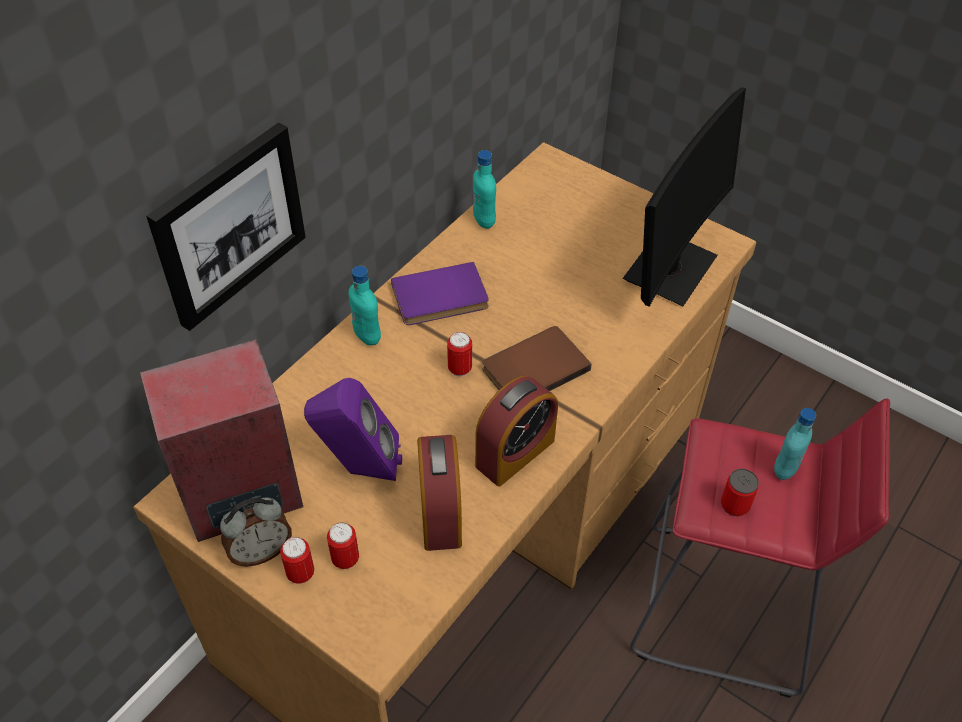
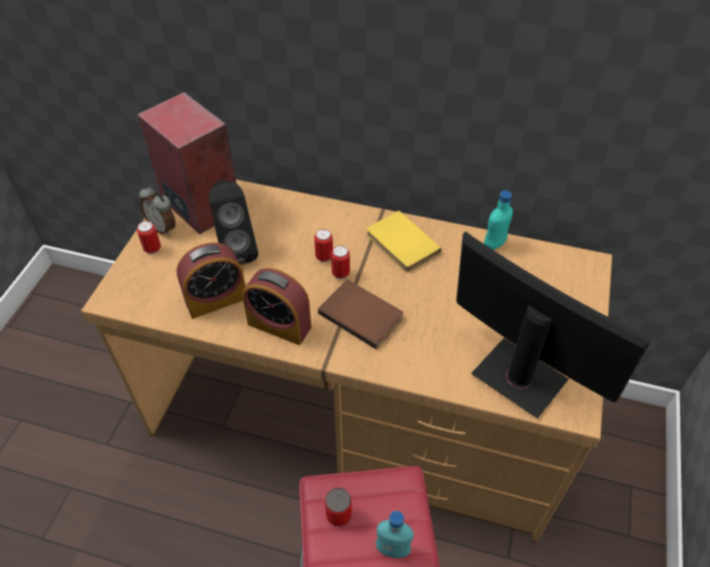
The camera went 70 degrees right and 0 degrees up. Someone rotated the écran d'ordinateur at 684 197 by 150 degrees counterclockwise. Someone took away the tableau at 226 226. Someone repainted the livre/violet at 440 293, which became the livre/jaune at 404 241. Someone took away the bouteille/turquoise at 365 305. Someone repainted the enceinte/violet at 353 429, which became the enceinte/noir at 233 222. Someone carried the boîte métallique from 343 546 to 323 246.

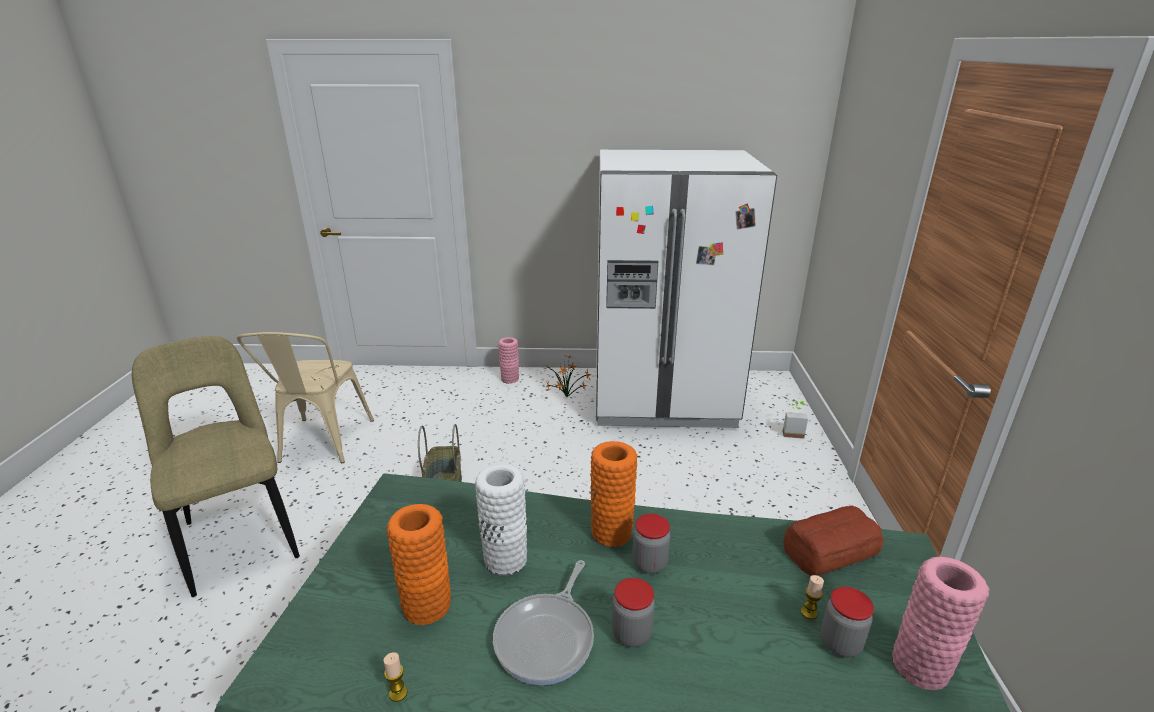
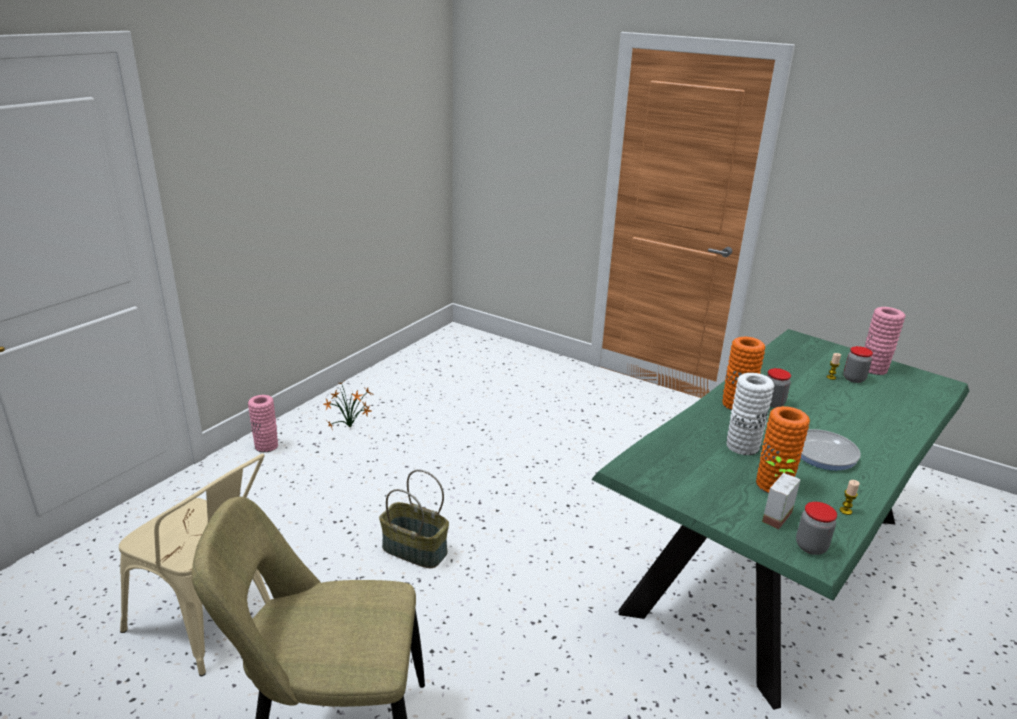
The camera went 60 degrees left and 0 degrees up. Someone took away the réfrigérateur/blanc at 686 289. Someone carried the plante en pot from 795 420 to 781 492. Someone took away the pain at 833 540. Someone carried the bocal from 633 612 to 816 528.

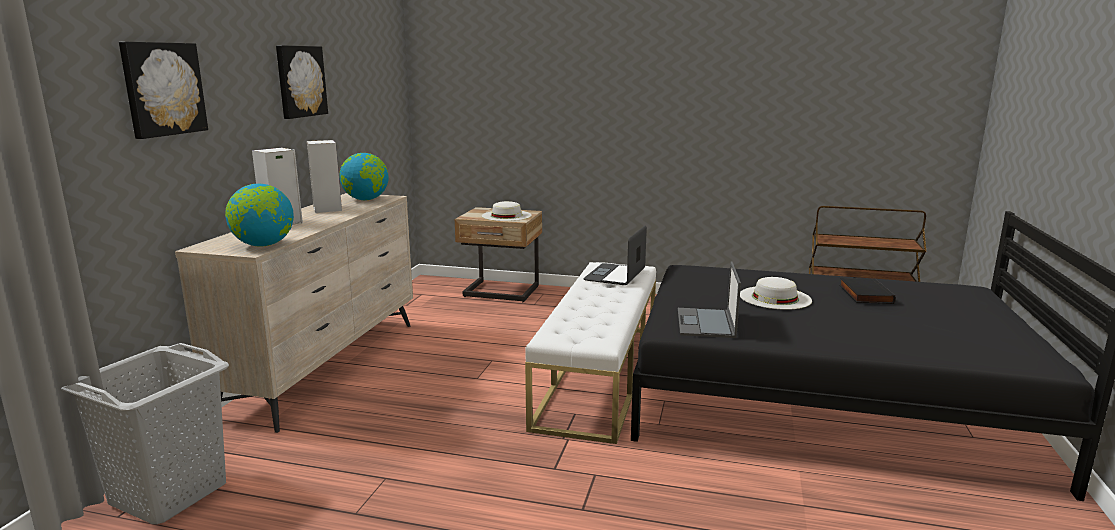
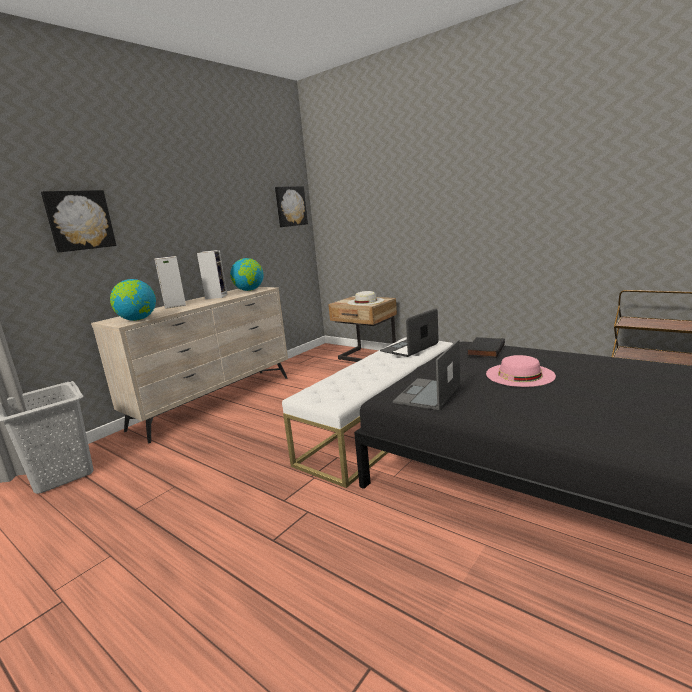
The camera went 25 degrees right and 0 degrees up. Someone carried the tableau from 302 82 to 291 206. Someone repainted the chapeau/blanc at 776 293, which became the chapeau/rose at 521 371. Someone carried the livre/noir from 867 291 to 485 347.

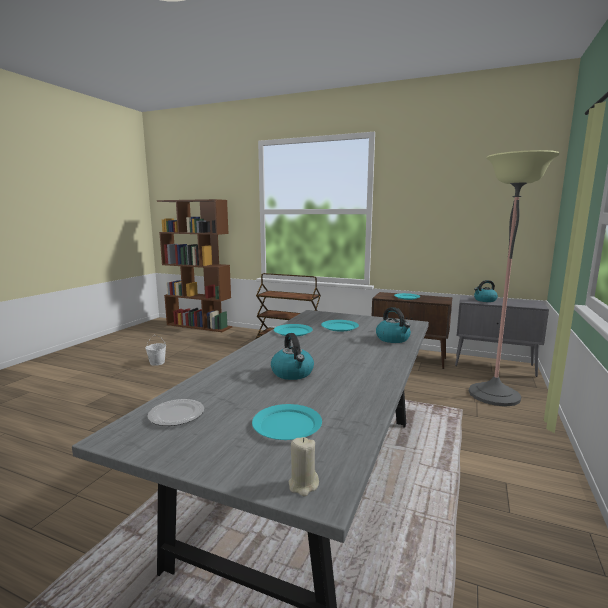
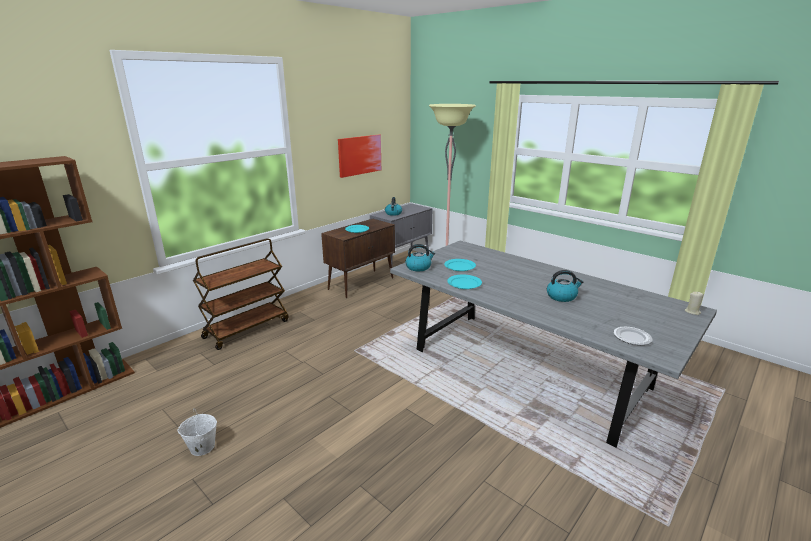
The camera went 70 degrees left and 10 degrees up. Someone carried the bouilloire from 393 325 to 420 257. Someone took away the assiette/turquoise at 287 422. Someone put up the tableau at 359 156.

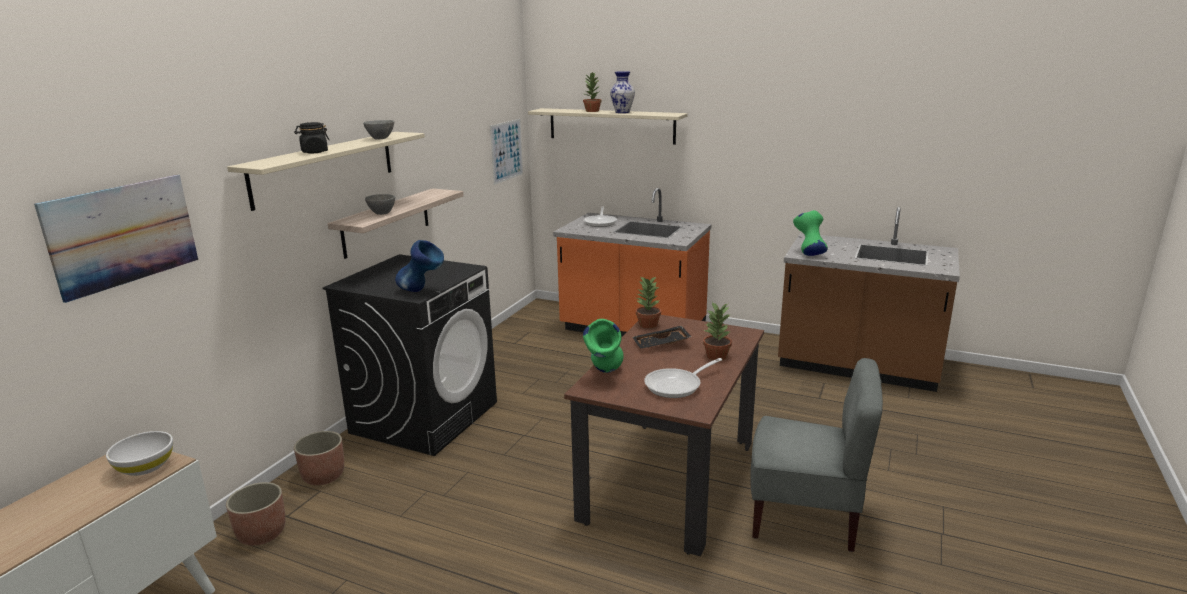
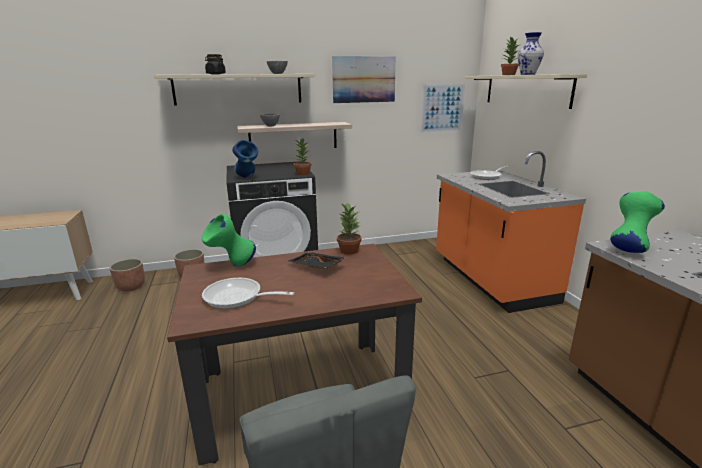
The camera went 50 degrees right and 0 degrees up. Someone carried the tableau from 116 239 to 364 79. Someone carried the plante en pot from 717 331 to 303 157. Someone took away the bol/blanc at 139 453.

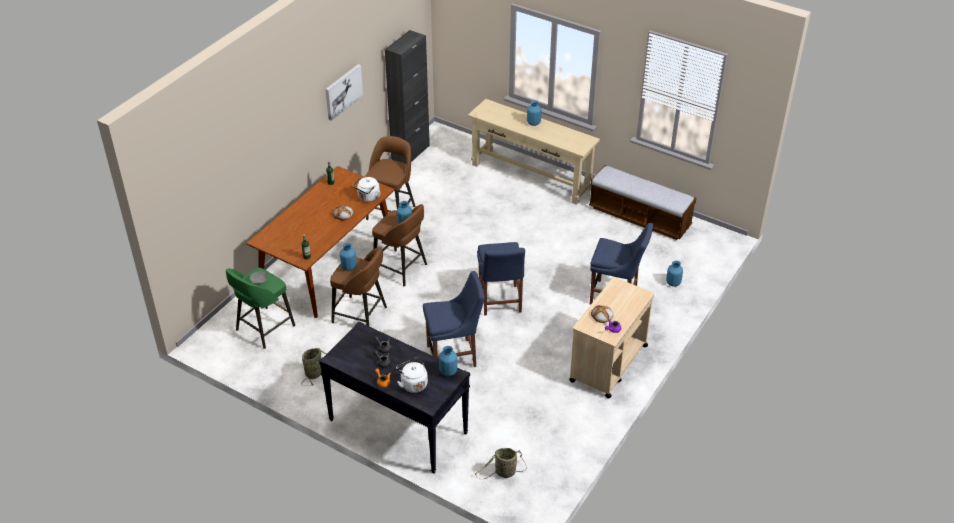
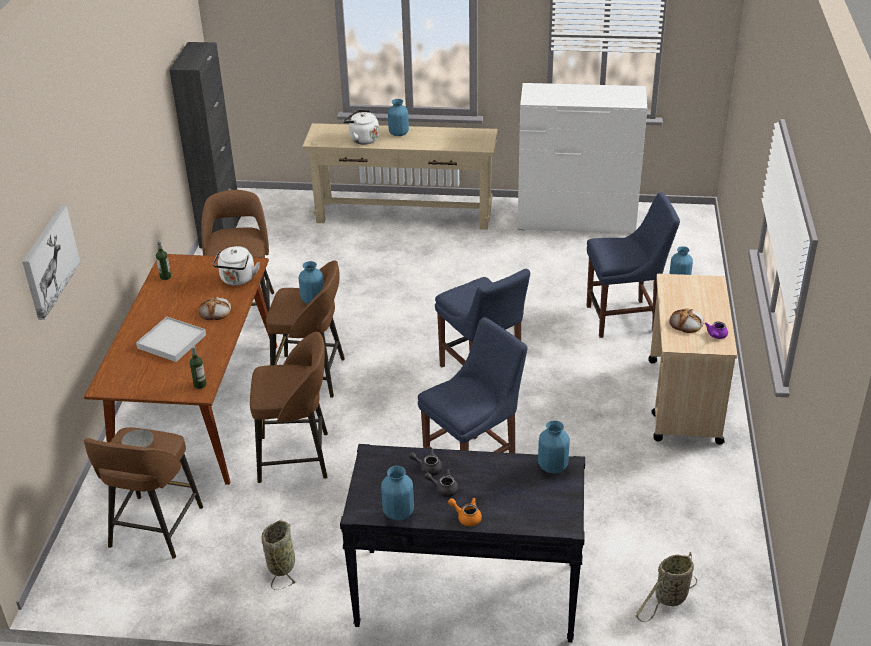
The camera went 25 degrees left and 5 degrees down. Someone carried the tableau from 344 92 to 51 263. Someone swapped the banc at 642 202 for the commode/blanc at 582 158. Someone carried the vase/bleu from 348 257 to 397 493. Someone repainted the tabouret/vert at 260 308, which became the tabouret/marron at 143 493. Someone carried the bouilloire/blanc from 412 375 to 361 127. Someone put down the plateau/blanc at 171 339.

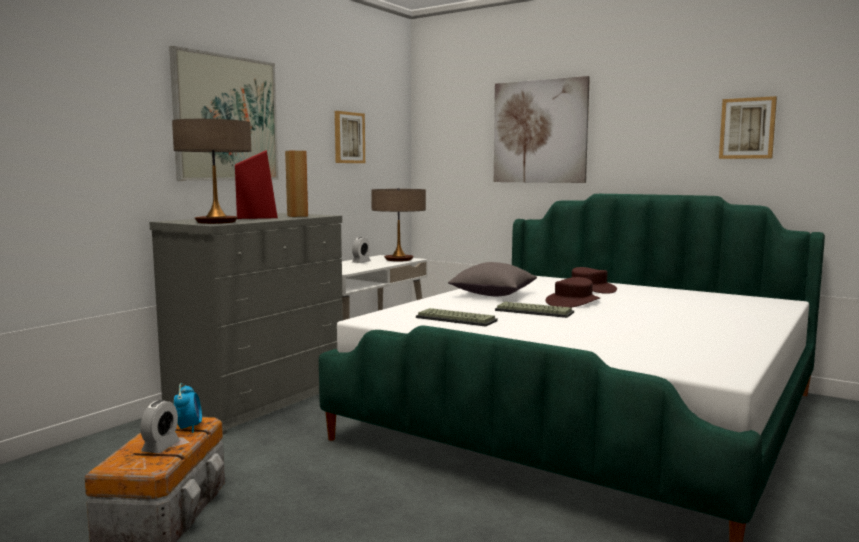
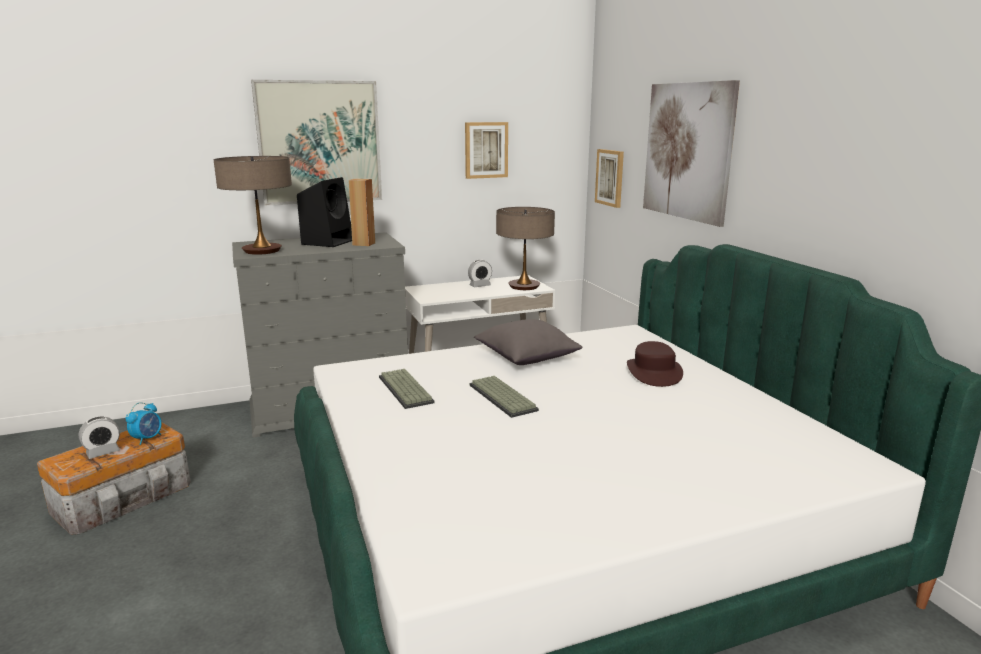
The camera went 35 degrees right and 10 degrees up. Someone carried the tableau from 748 127 to 609 178. Someone repainted the enceinte/rouge at 256 184, which became the enceinte/noir at 324 212. Someone took away the chapeau/marron at 573 292.

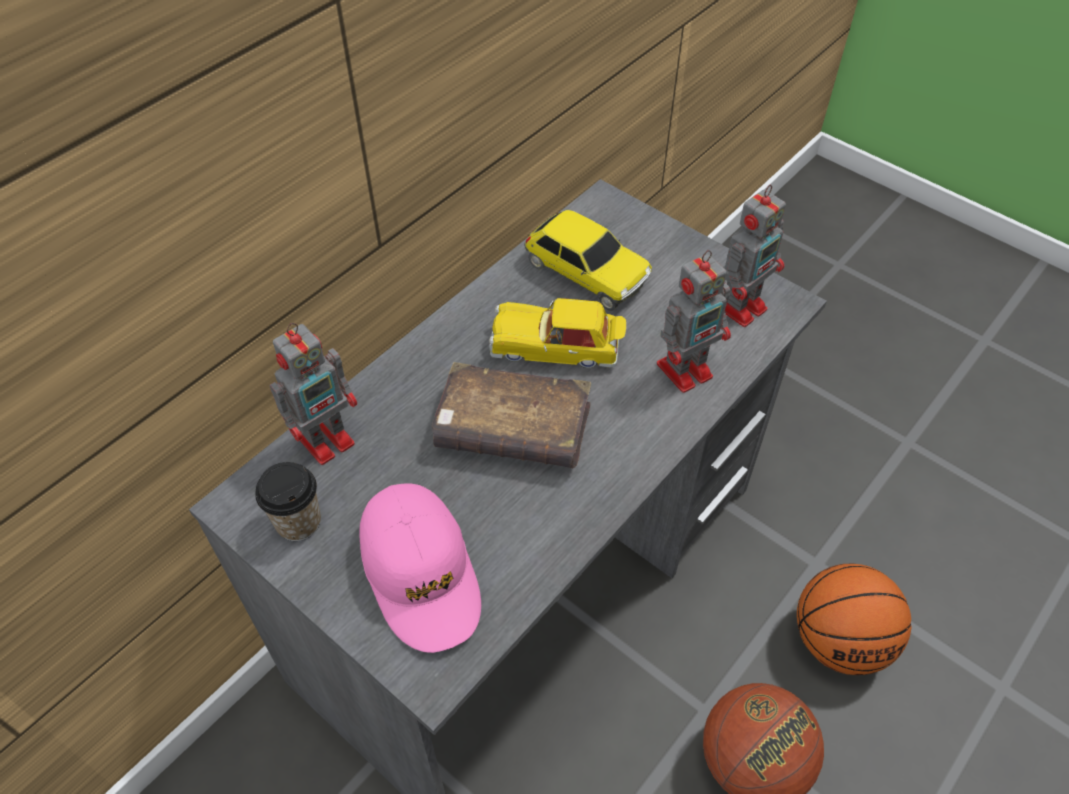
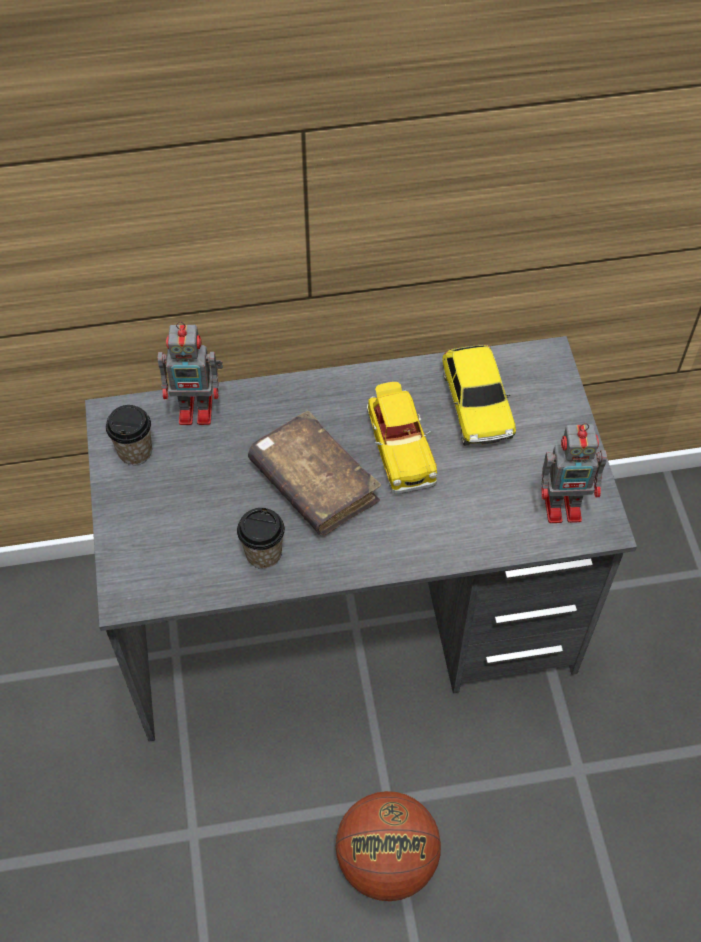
The camera went 40 degrees right and 5 degrees up. Someone took away the robot jouet at 694 321. Someone rotated the petite voiture at 557 333 by 150 degrees counterclockwise. Someone took away the casquette/rose at 420 568. Someone took away the ballon de basket at 854 619. Someone put down the tasse at 261 538.

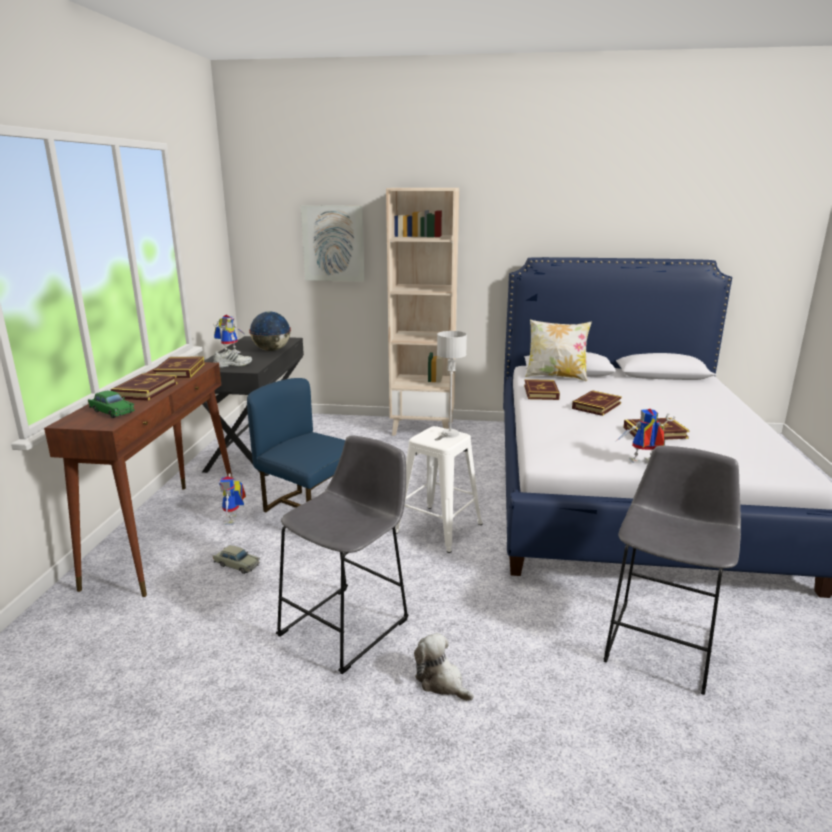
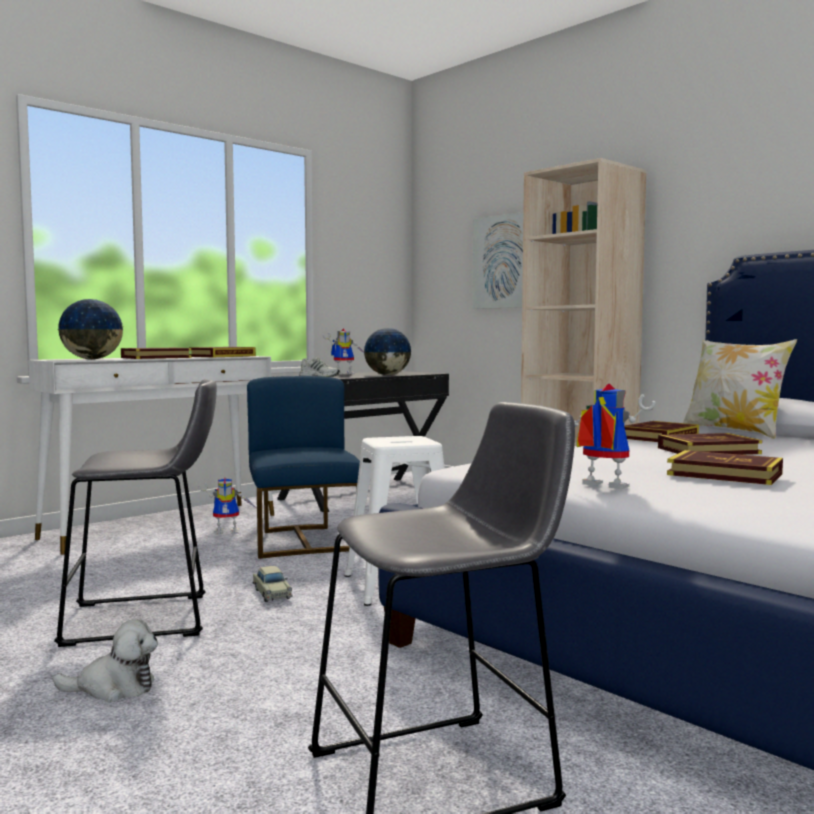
The camera went 40 degrees right and 15 degrees down. Someone took away the lampe de table/gris at 452 384. Someone repainted the table console/marron at 138 479, which became the table console/blanc at 151 455. Someone swapped the petite voiture/vert at 111 404 for the globe at 91 329. Someone rotated the robot jouet at 232 499 by 135 degrees counterclockwise. Someone carried the petite voiture/beige from 236 559 to 273 584. Someone rotated the peluche at 444 667 by 90 degrees clockwise.

